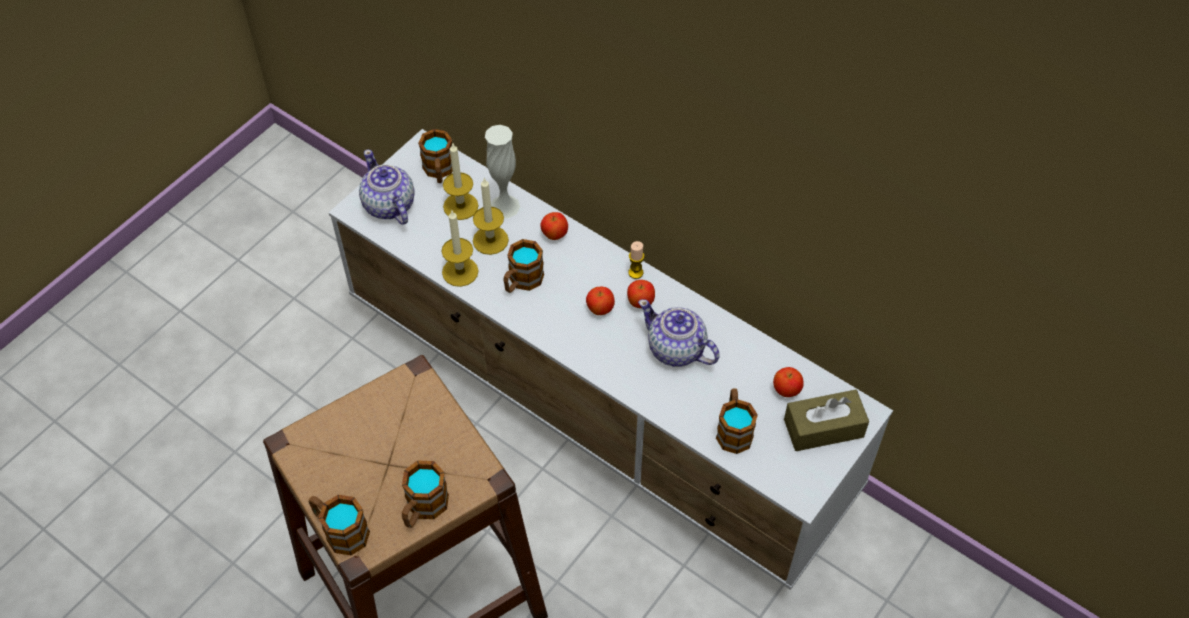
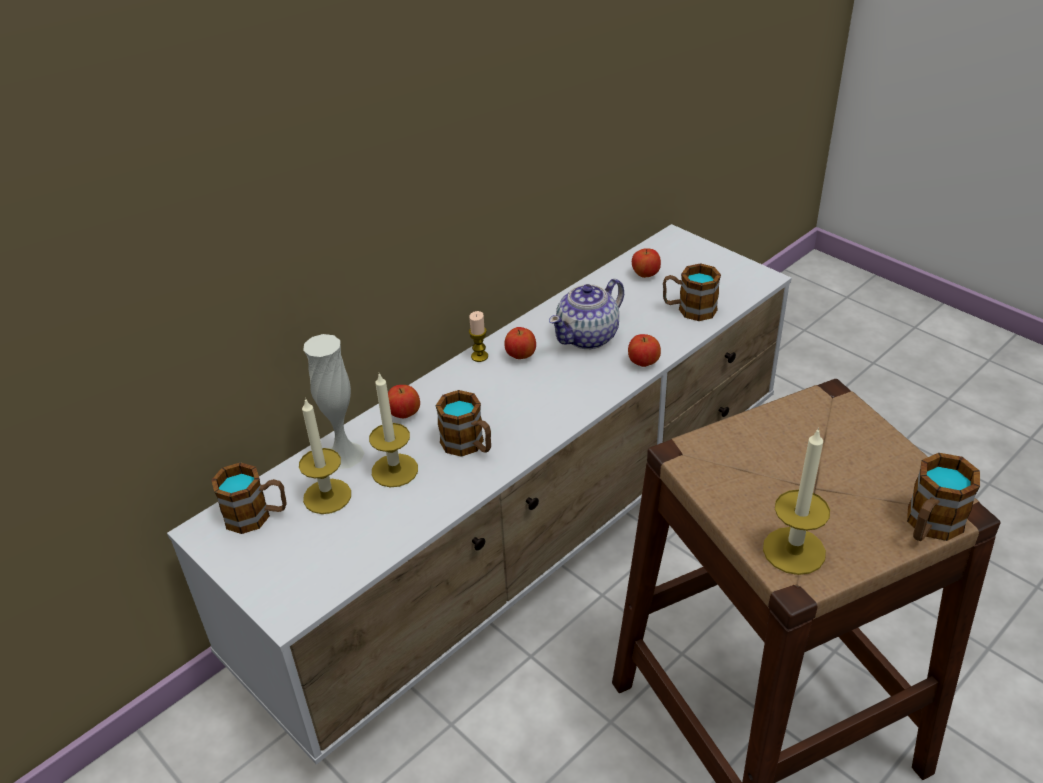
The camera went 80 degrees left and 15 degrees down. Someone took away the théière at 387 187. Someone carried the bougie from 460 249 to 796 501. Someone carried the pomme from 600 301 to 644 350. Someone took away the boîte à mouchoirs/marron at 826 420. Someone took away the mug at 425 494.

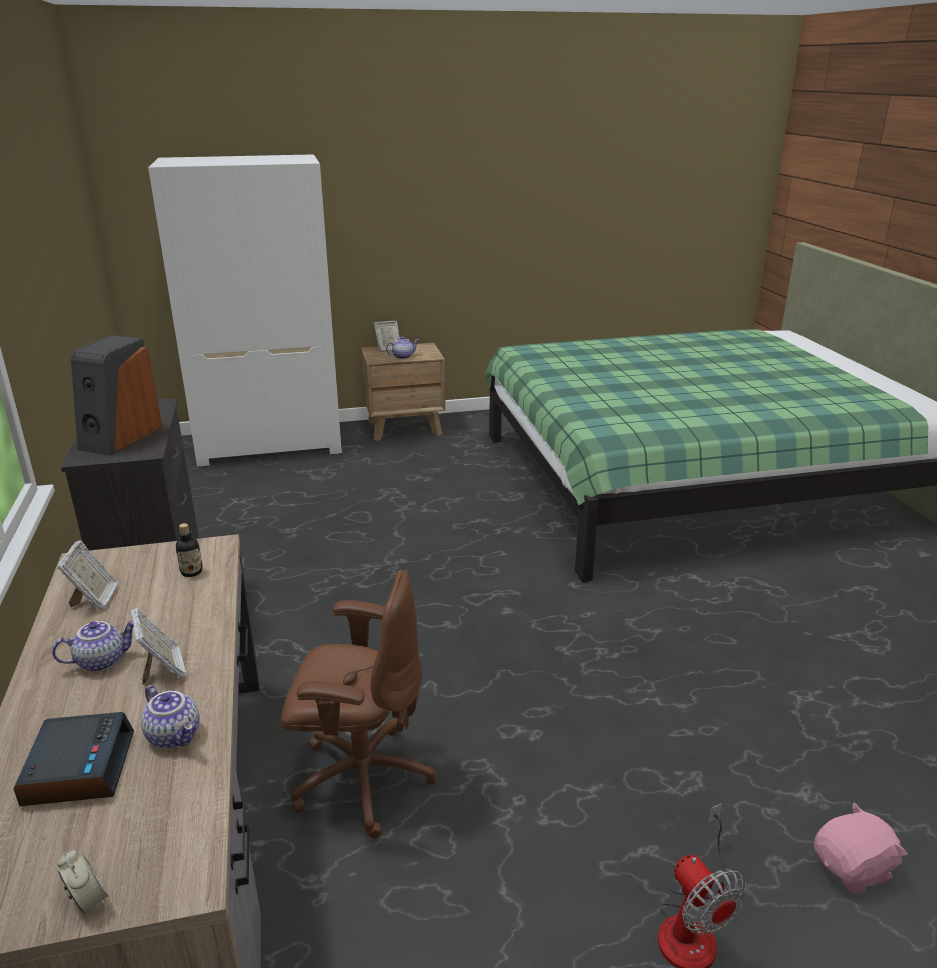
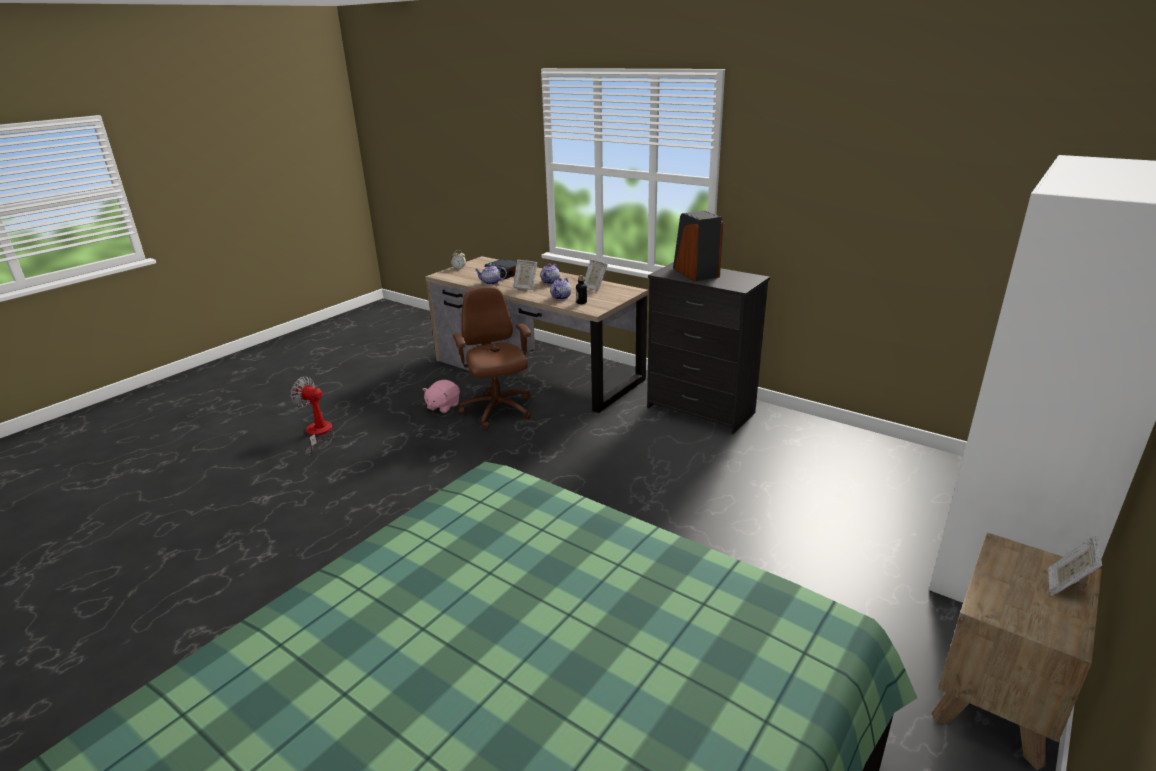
The camera went 140 degrees right and 0 degrees up. Someone carried the théière from 402 347 to 560 289. Someone rotated the chaise de bureau/marron at 359 704 by 105 degrees clockwise. Someone carried the peluche/rose from 861 848 to 441 396.

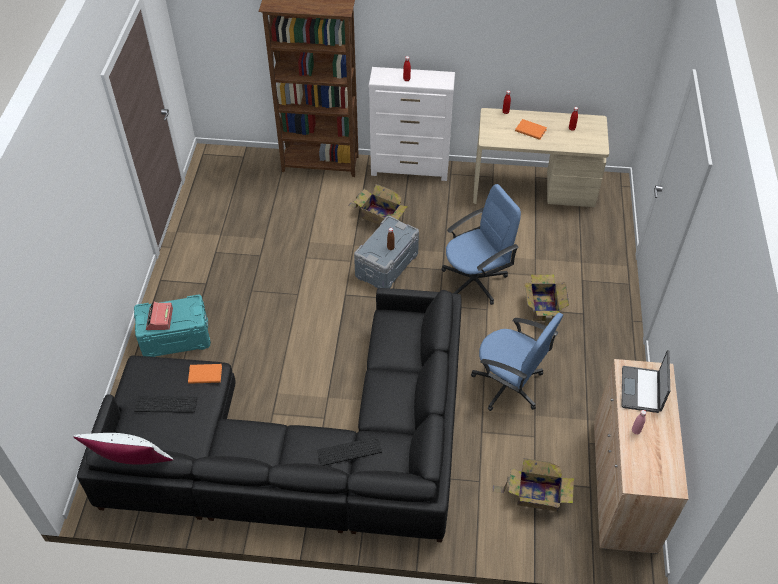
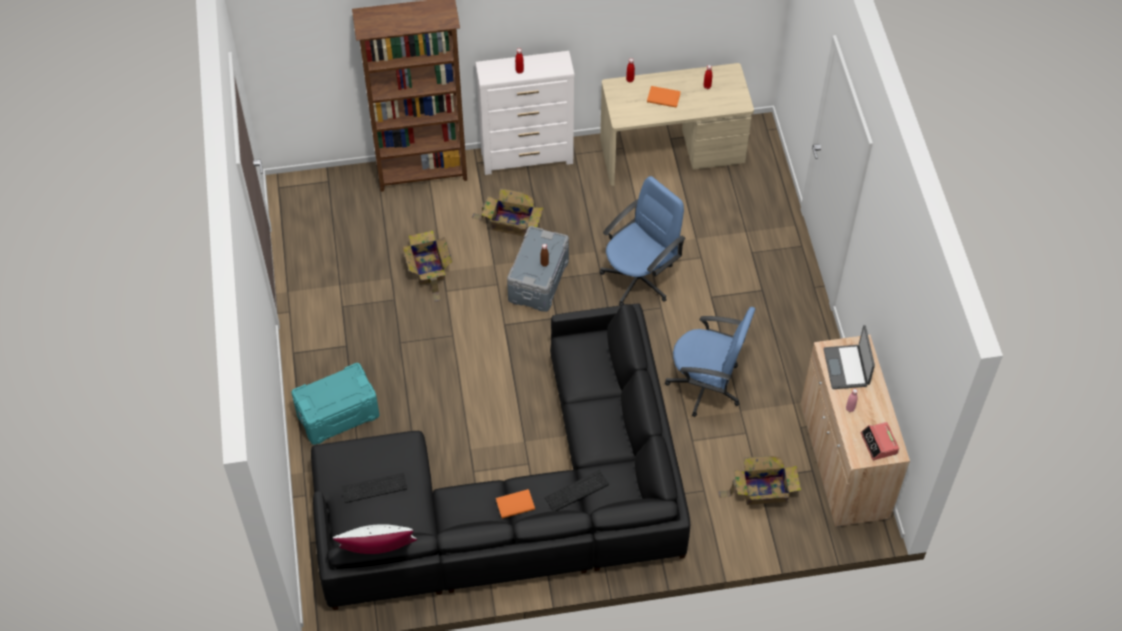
The camera went 15 degrees left and 5 degrees up. Someone carried the carton from 546 302 to 427 266. Someone carried the réveil from 159 316 to 880 441. Someone carried the livre/orange from 205 374 to 515 504.

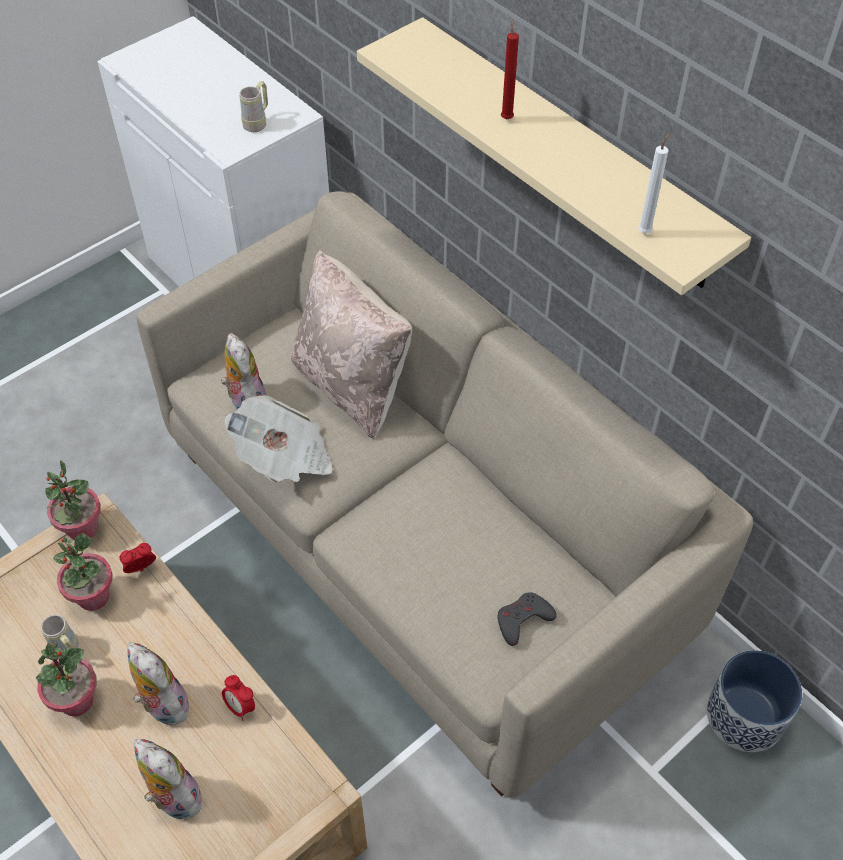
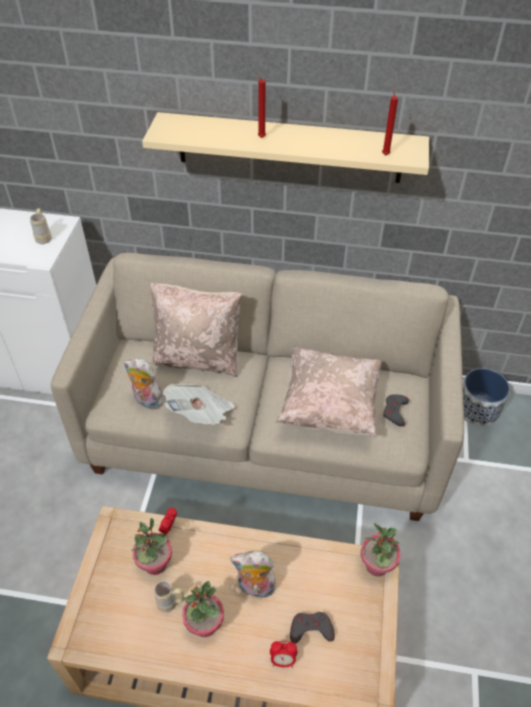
The camera went 40 degrees left and 5 degrees down. Someone repainted the bougie/blanc at 654 182, which became the bougie/rouge at 390 121. Someone carried the plante en pot from 73 500 to 380 550. Someone carried the réveil from 238 698 to 283 654. Someone swapped the peluche at 170 779 for the manette/gris at 312 627. Someone put down the coussin/beige at 329 391.

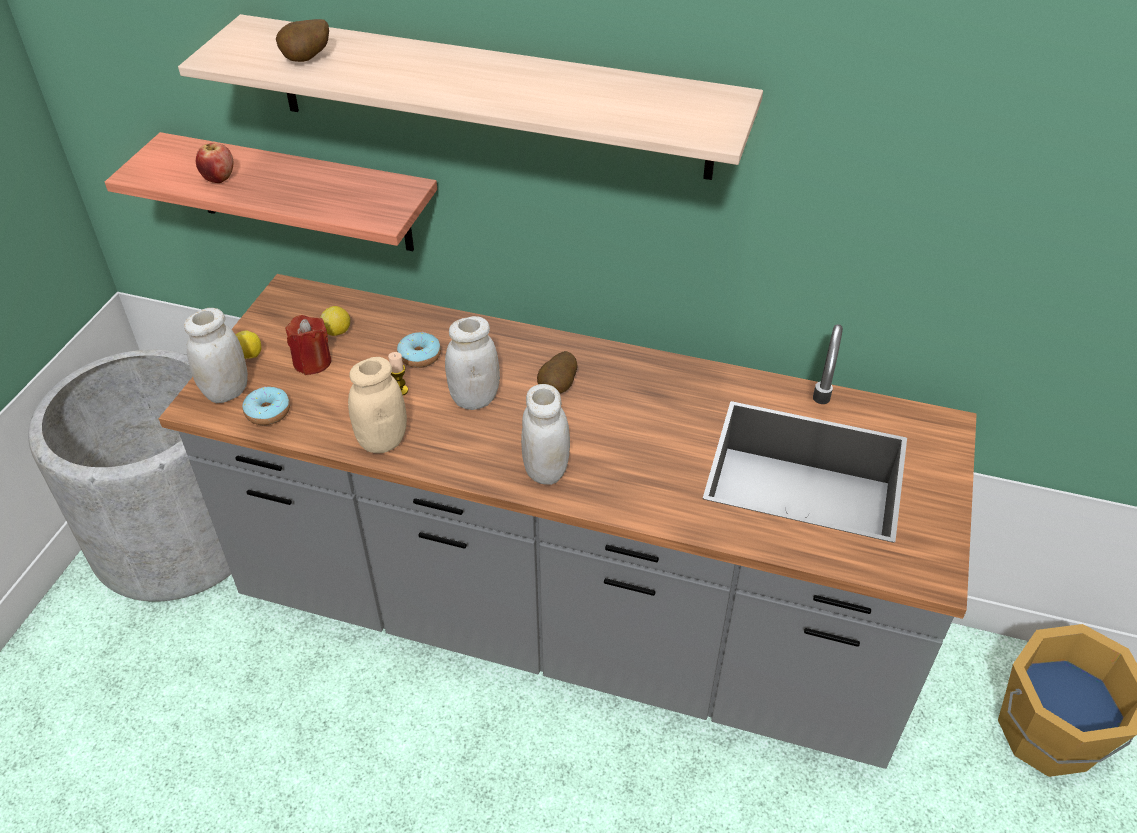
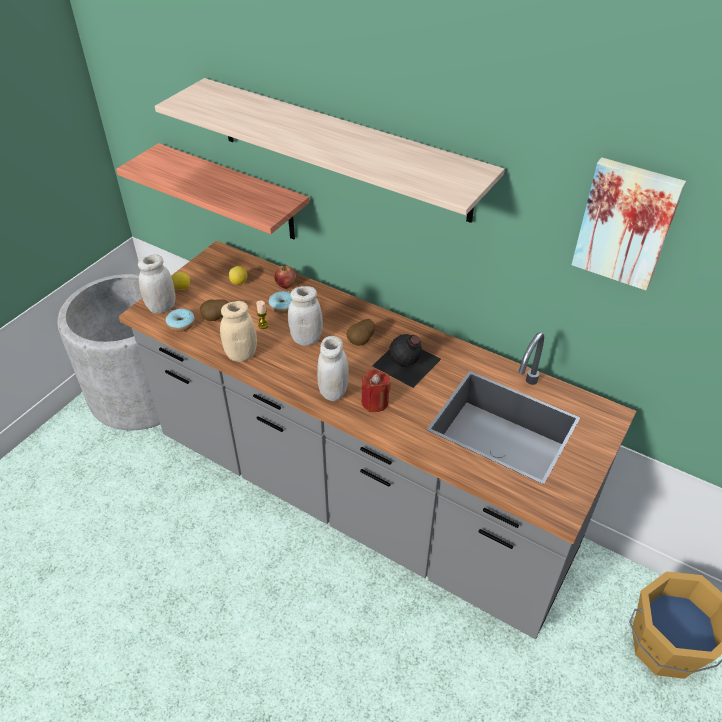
The camera went 15 degrees right and 0 degrees up. Someone carried the pomme de terre from 302 40 to 214 310. Someone carried the pomme from 214 163 to 285 277. Someone carried the bougie/rouge from 308 345 to 376 390. Someone put up the tableau at 629 224. Someone put down the bouteille/noir at 407 361.

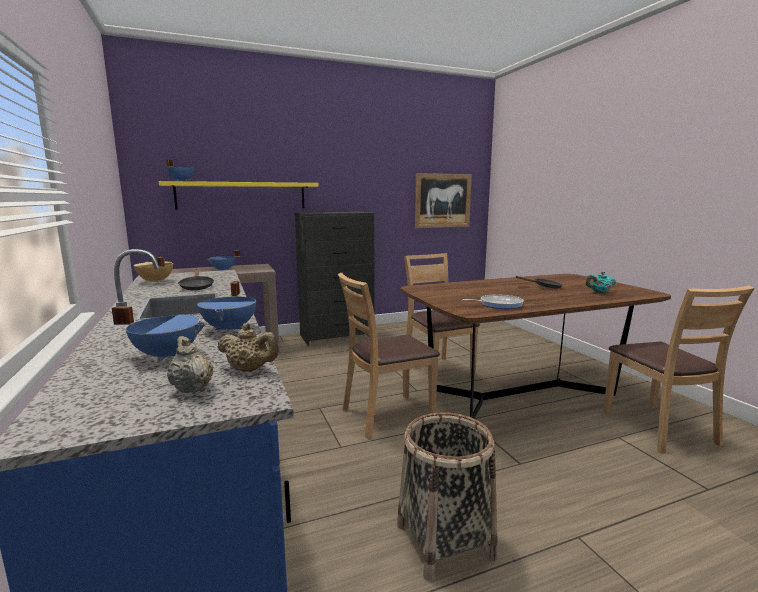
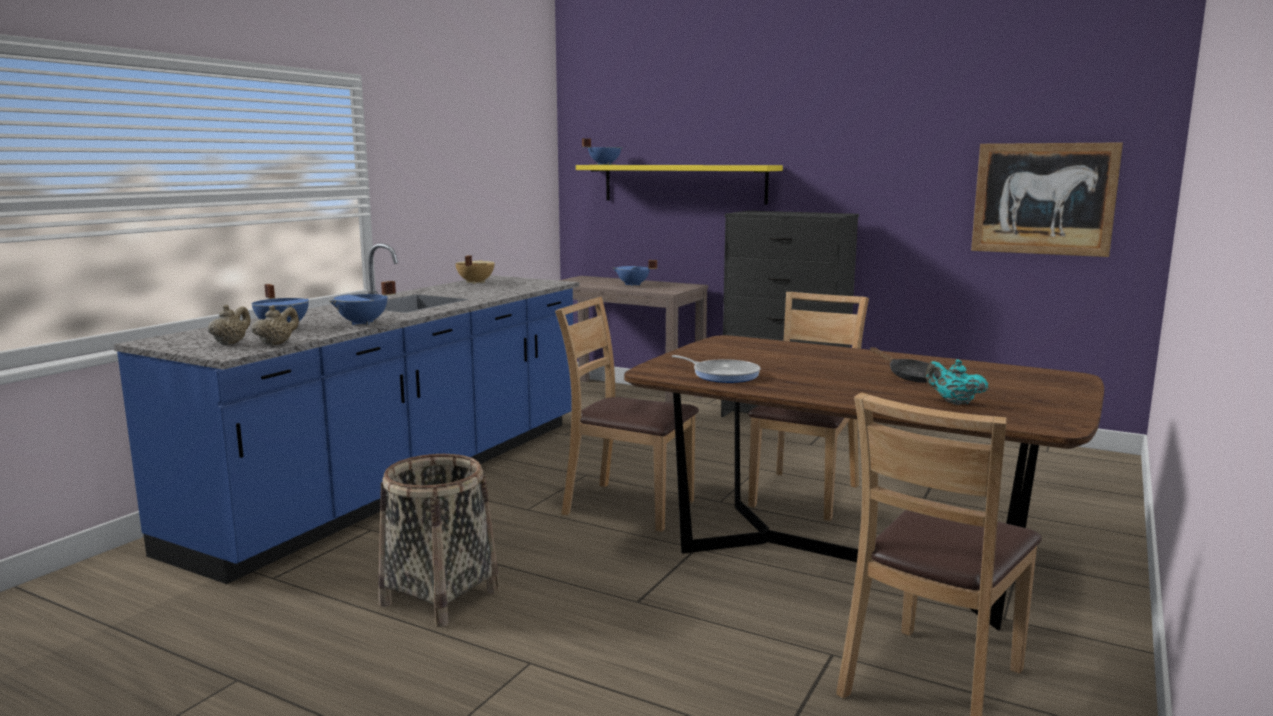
The camera went 50 degrees right and 0 degrees up. Someone took away the poêle/noir at 196 279. Someone rotated the théière/beige at 248 347 by 135 degrees counterclockwise.

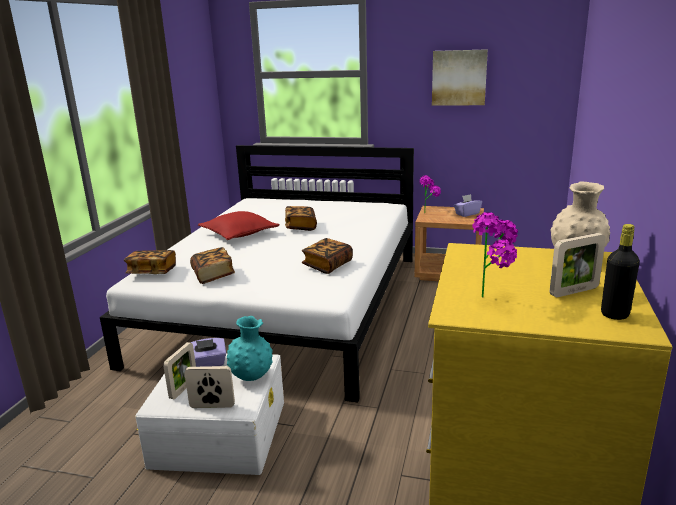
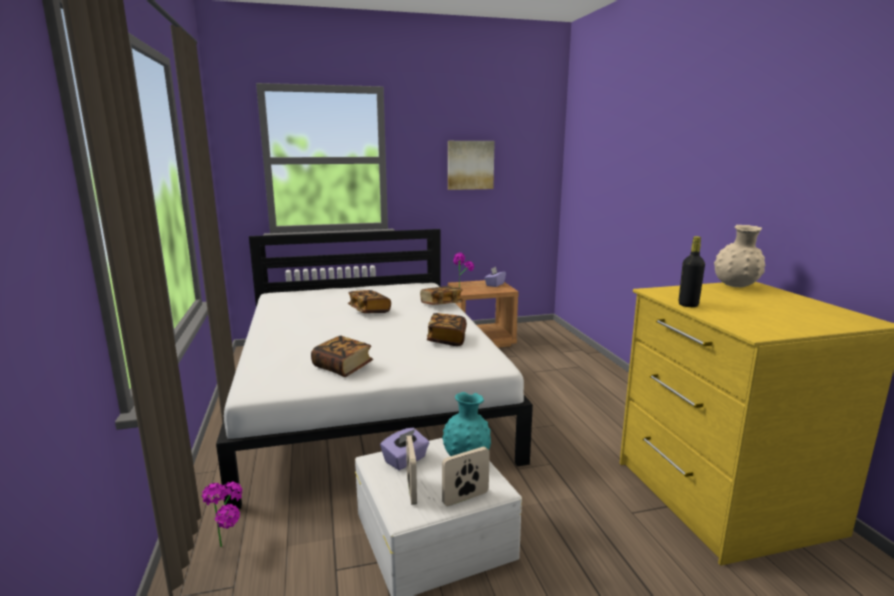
The camera went 30 degrees left and 5 degrees down. Someone took away the coussin/rouge at 239 225. Someone carried the plante en pot from 495 254 to 222 514. Someone carried the bouteille/noir from 620 272 to 692 271. Someone took away the cadre photo at 578 265. Someone carried the livre from 150 262 to 441 295.

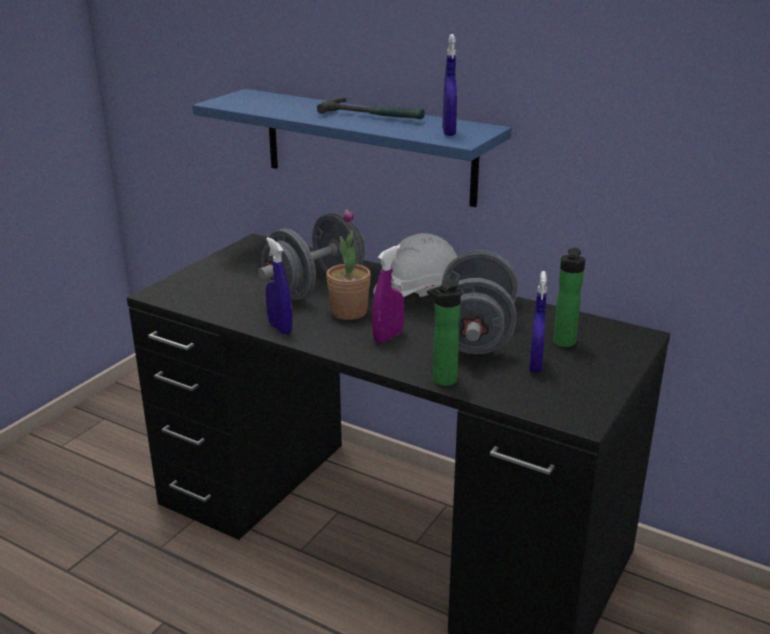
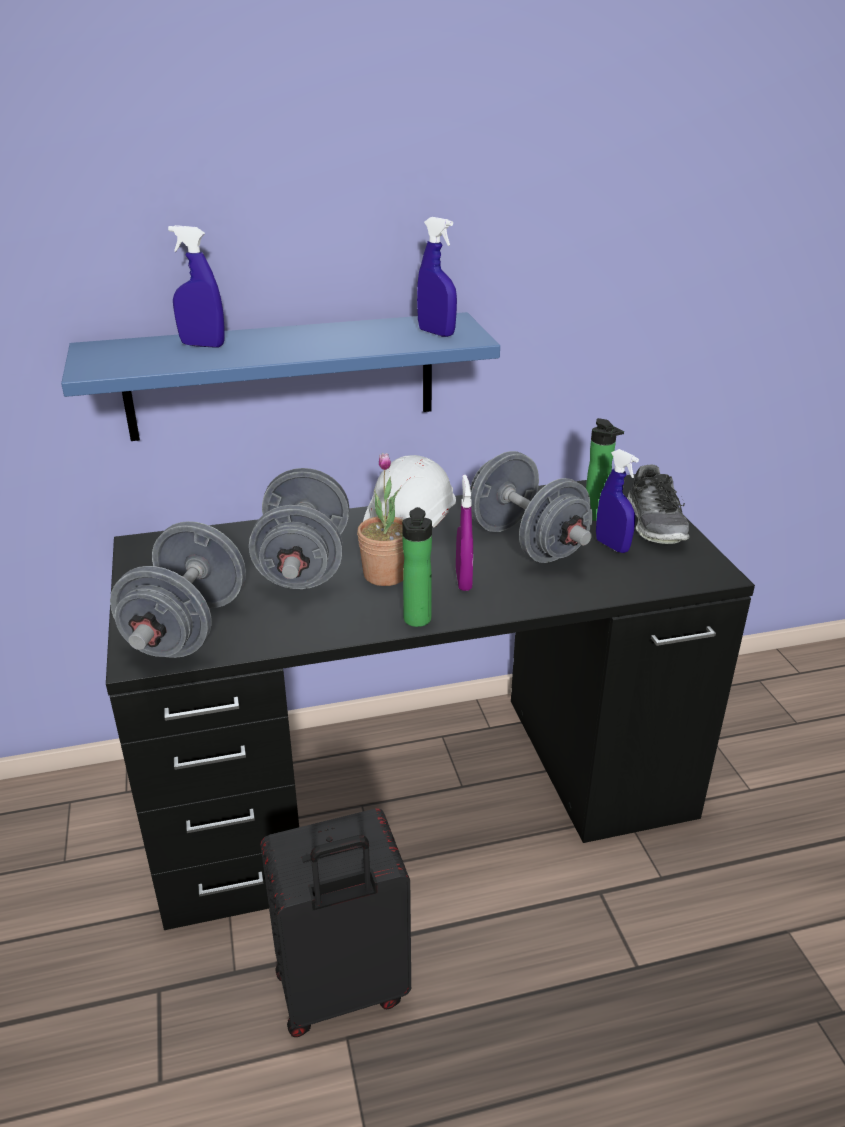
The camera went 45 degrees left and 5 degrees up. Someone took away the marteau at 371 108. Someone carried the vaporisateur/bleu from 279 285 to 196 286. Someone carried the bouteille from 444 333 to 417 567. Someone put down the chaussure at 658 504. Someone put down the haltère/gris at 178 589. Someone put down the valise/noir at 335 923.

